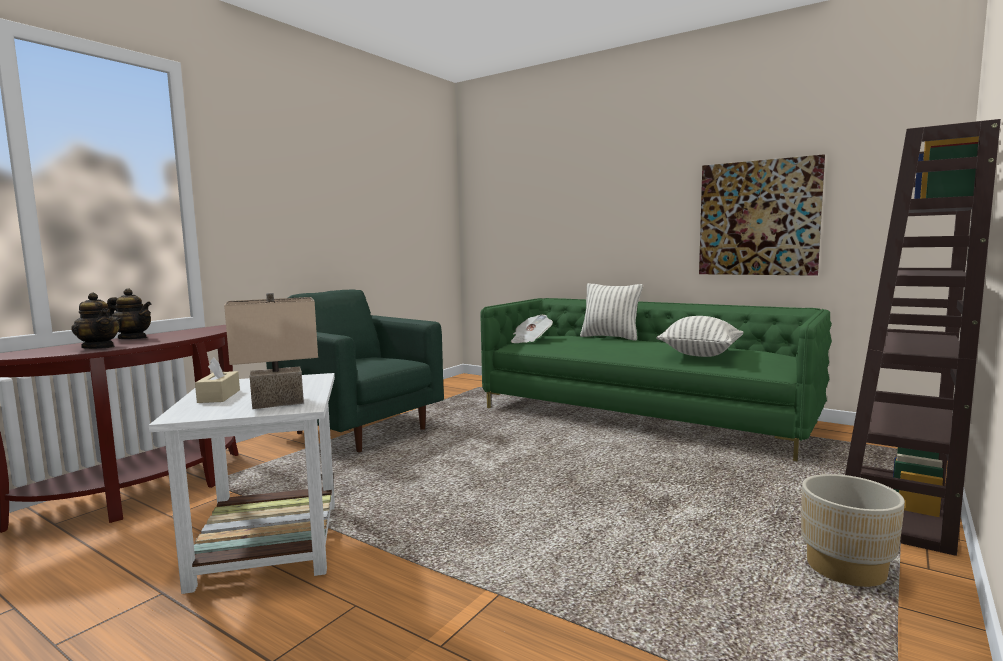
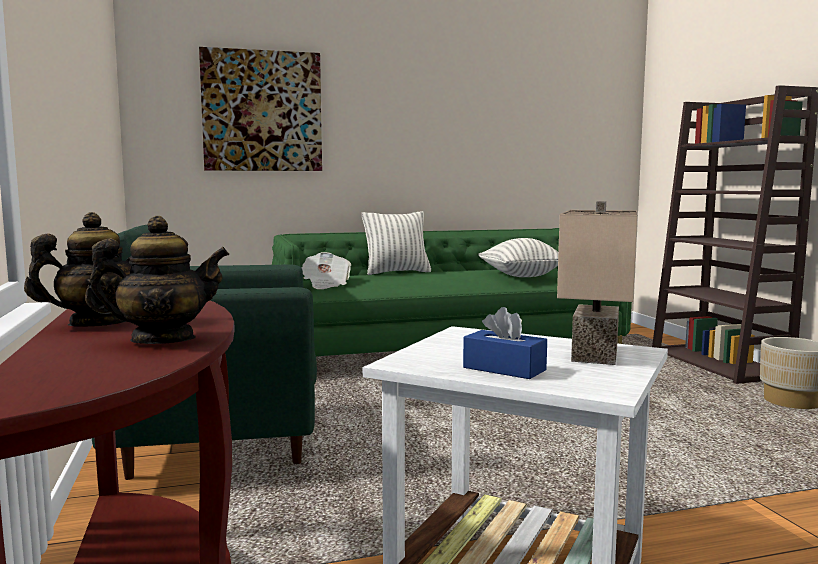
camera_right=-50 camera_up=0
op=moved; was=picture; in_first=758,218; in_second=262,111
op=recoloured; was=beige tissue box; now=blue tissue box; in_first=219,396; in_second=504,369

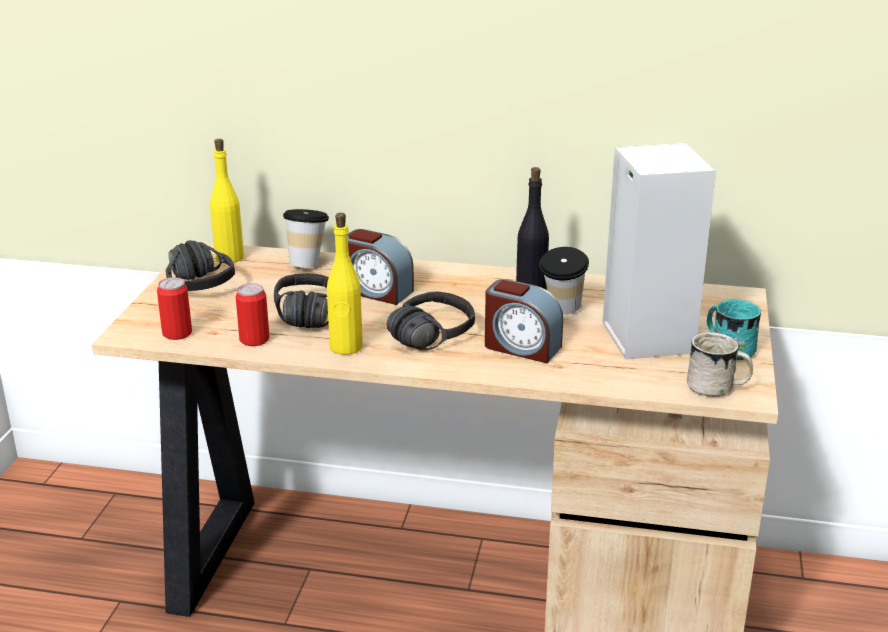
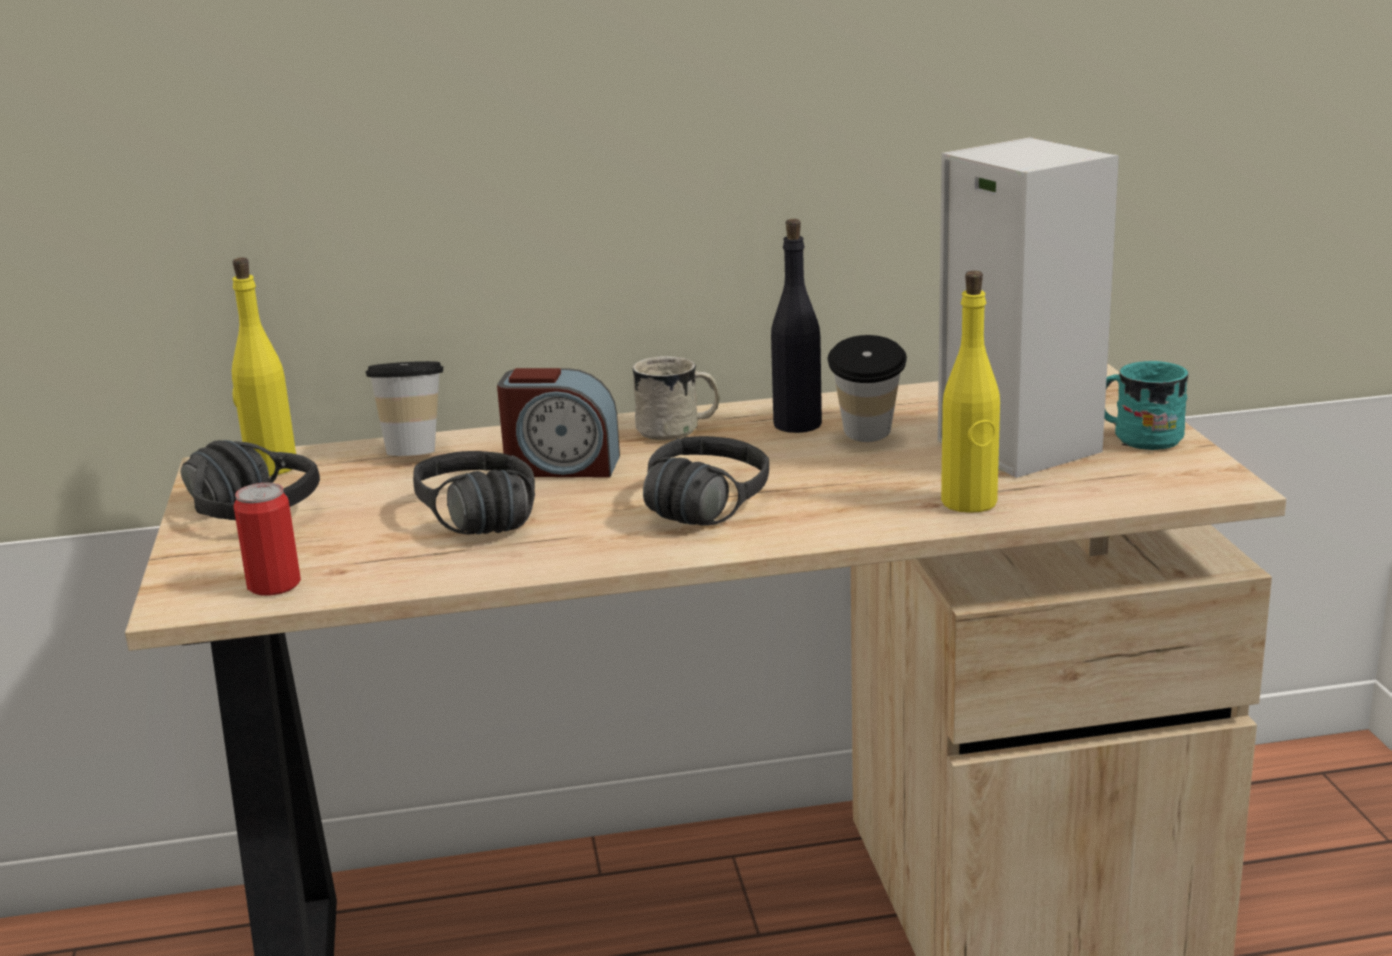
camera_right=-20 camera_up=-5
op=moved; was=white mug; in_first=717,389; in_second=678,431
op=moved; was=yellow bottle; in_first=346,347; in_second=969,503
op=removed; was=can; in_first=254,339
op=removed; was=alarm clock; in_first=521,347

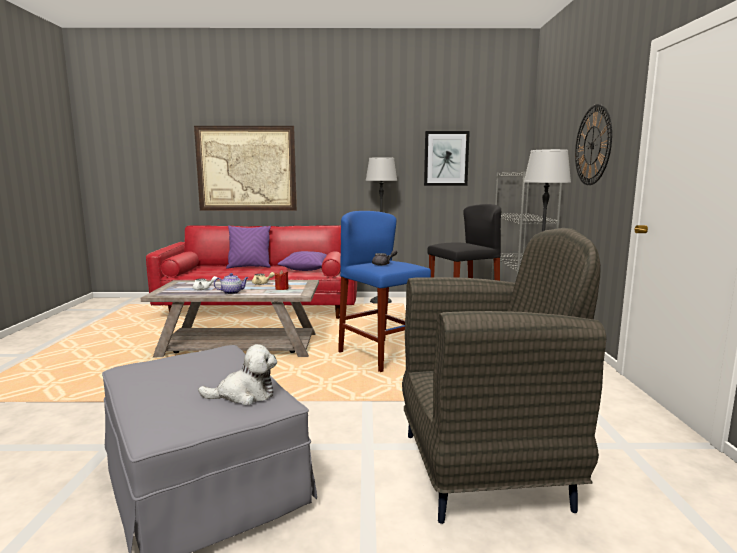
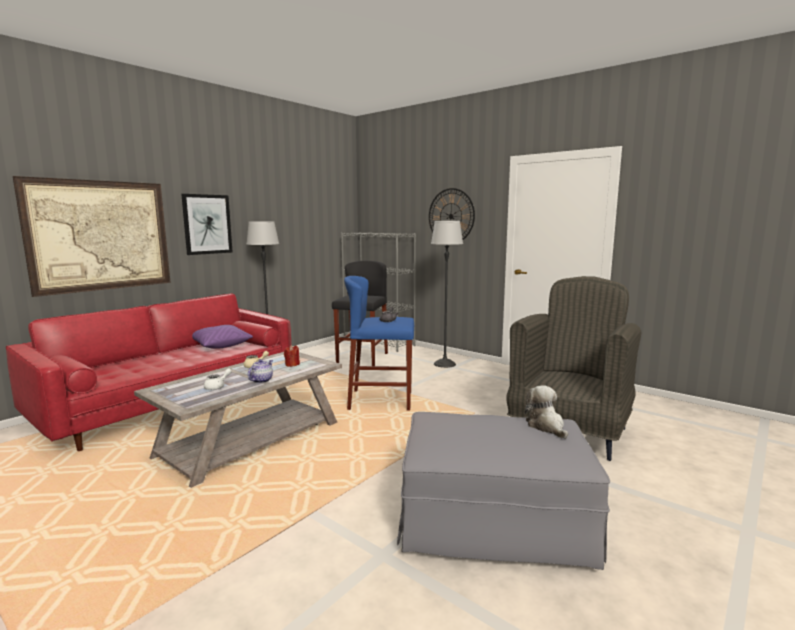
camera_right=-50 camera_up=0
op=moved; was=picture; in_first=446,158; in_second=207,224
op=turned; was=plush toy; in_first=244,395; in_second=546,426; clockwise=-45
op=removed; was=purple pillow; in_first=249,267

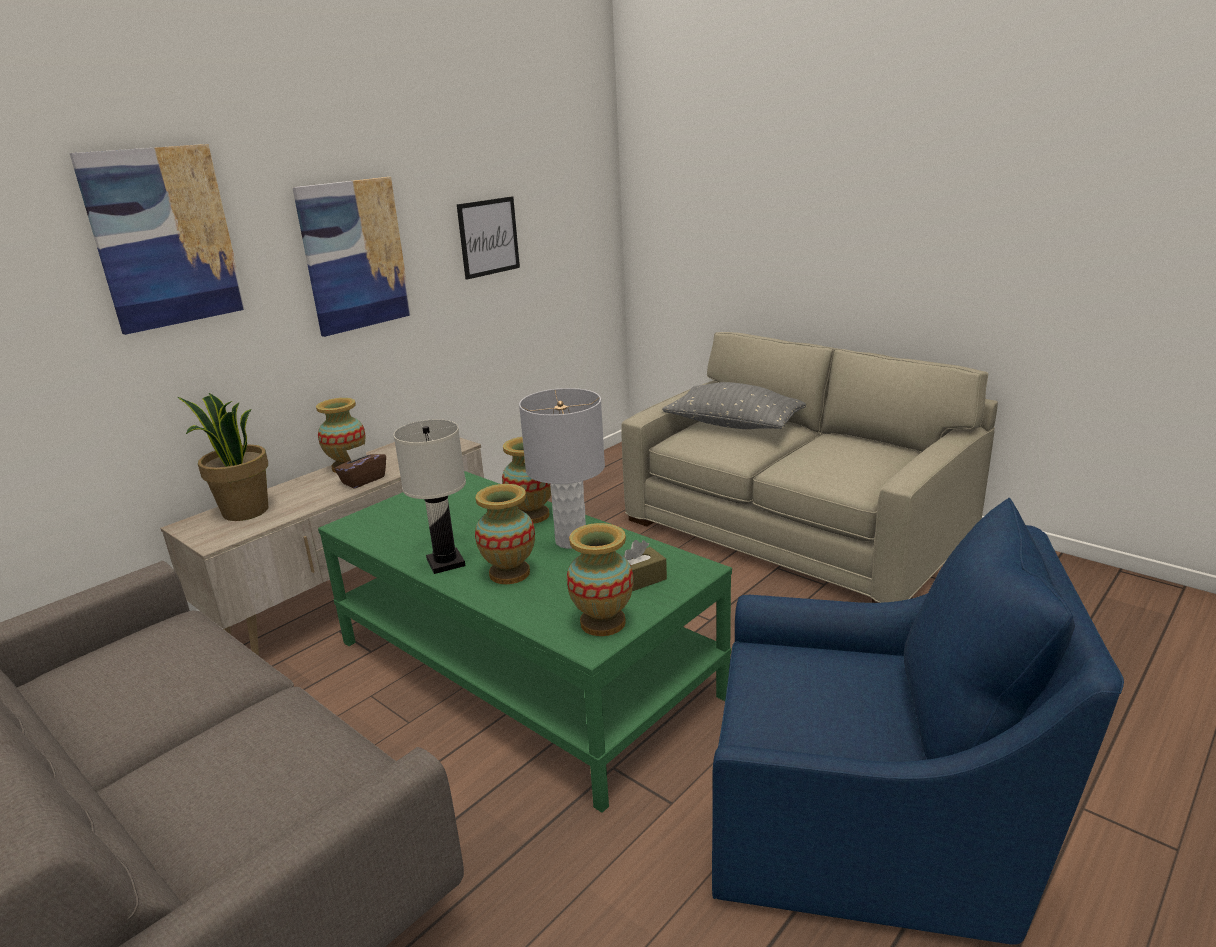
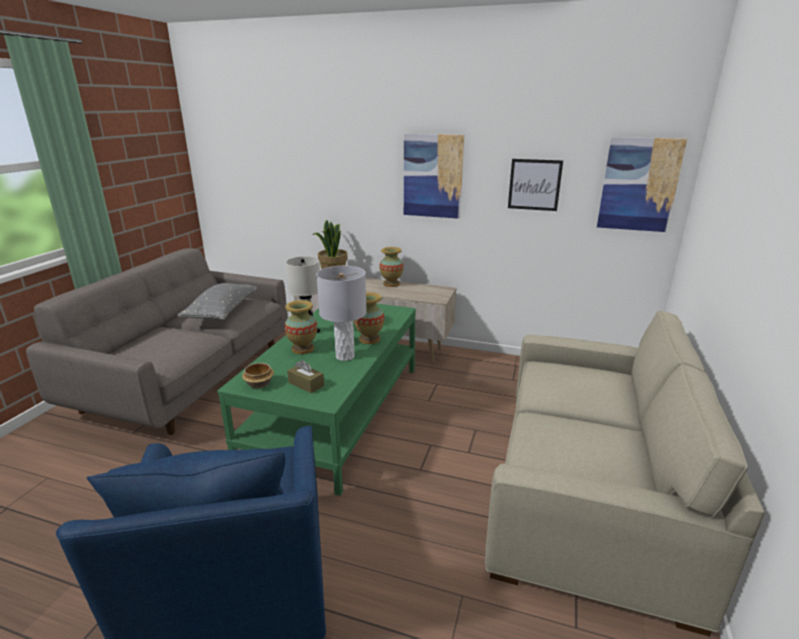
camera_right=65 camera_up=0
op=moved; was=grey pillow; in_first=733,425; in_second=222,312
op=replaced; was=vase; now=bowl; in_first=602,623; in_second=259,384
op=moved; was=picture; in_first=164,238; in_second=639,185
op=removed; was=brown tissue box; in_first=363,480

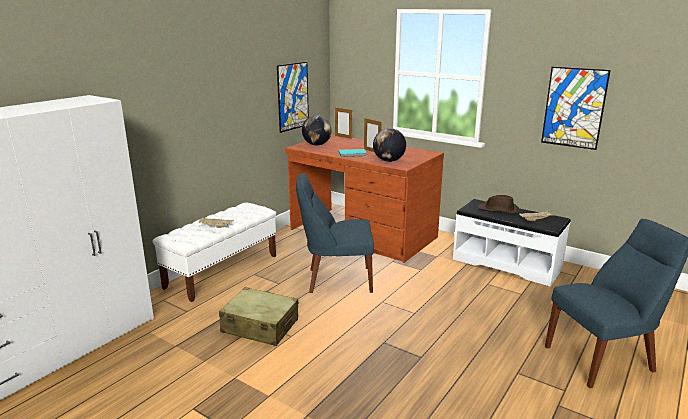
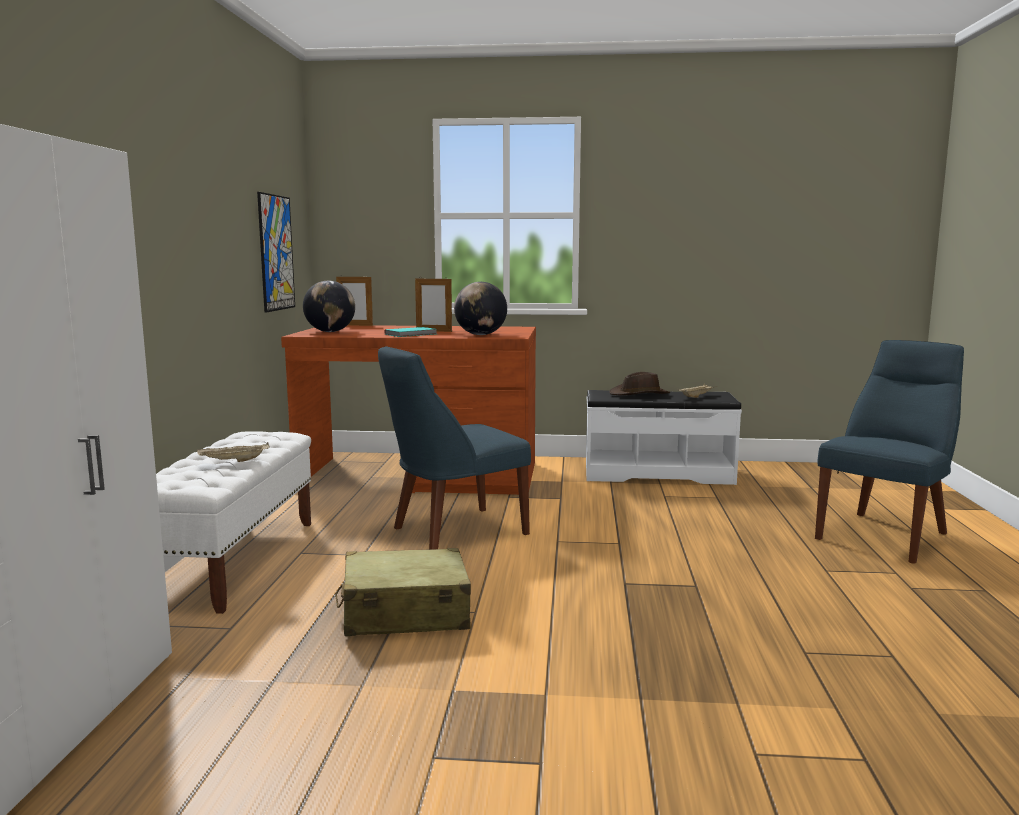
camera_right=-30 camera_up=-10
op=removed; was=picture; in_first=574,108

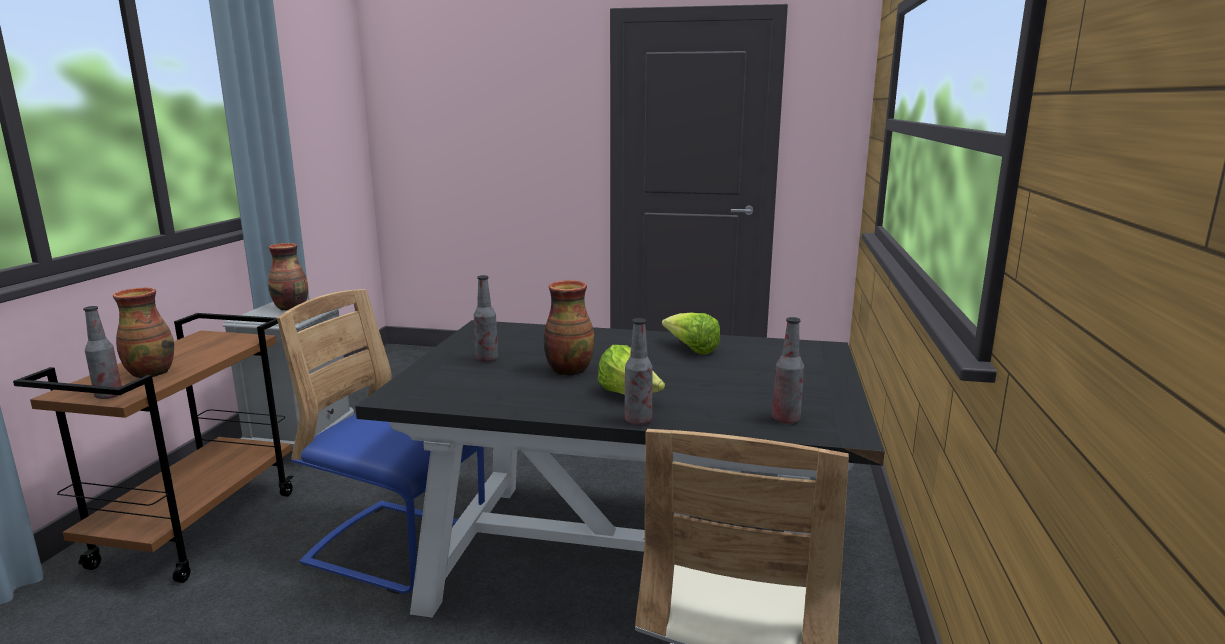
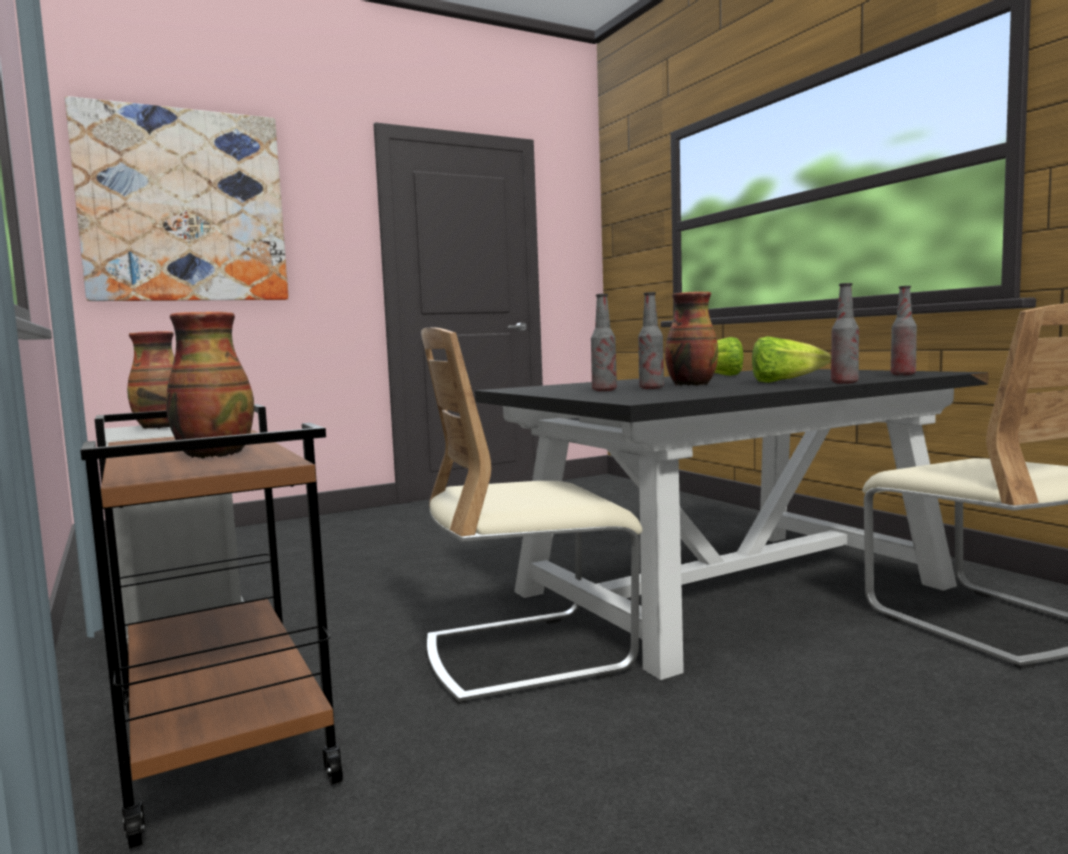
camera_right=-40 camera_up=-10
op=added; now=picture; in_second=184,206
op=recoloured; was=blue chair; now=beige chair; in_first=397,547; in_second=526,654
op=moved; was=bottle; in_first=109,395; in_second=651,388

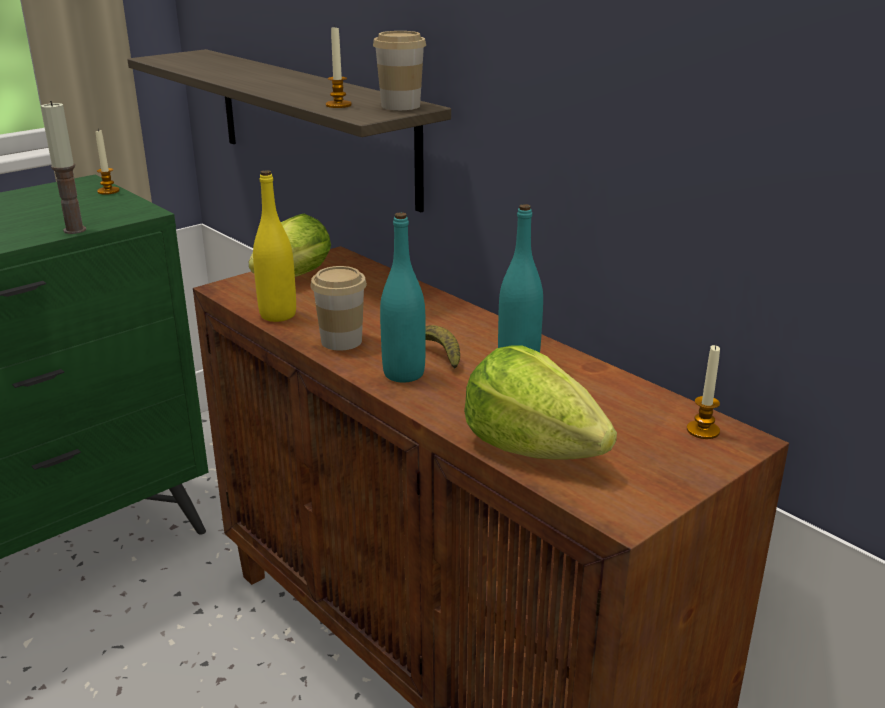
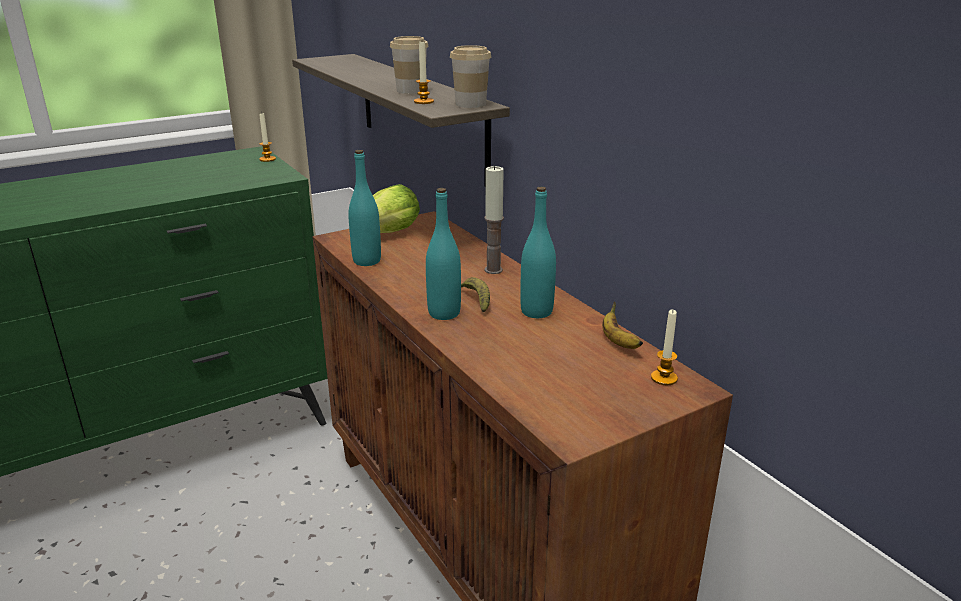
camera_right=10 camera_up=0
op=recoloured; was=yellow bottle; now=turquoise bottle; in_first=278,315; in_second=367,261
op=moved; was=cup; in_first=341,341; in_second=410,90
op=moved; was=candle; in_first=74,230; in_second=493,270
op=added; now=banana; in_second=618,341
op=removed; was=lettuce; in_first=532,447

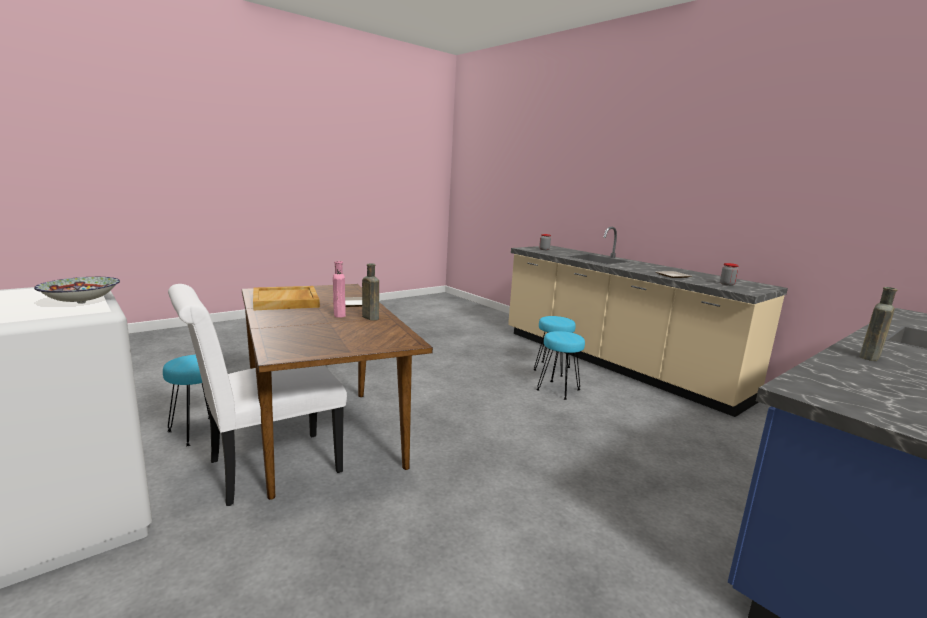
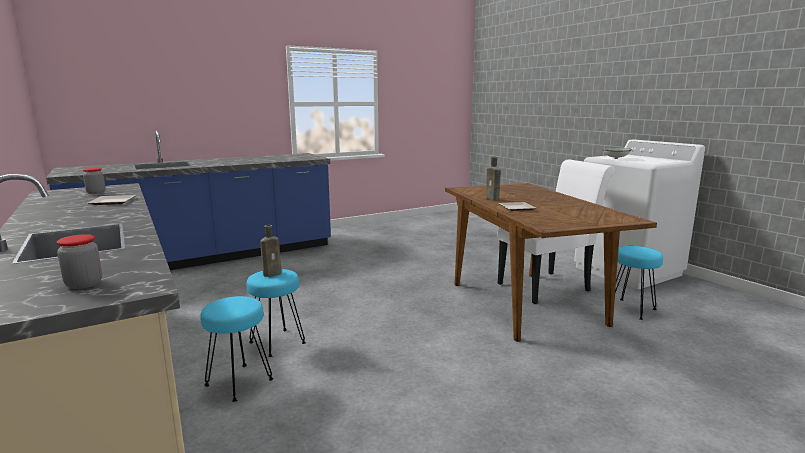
camera_right=-170 camera_up=0
op=moved; was=brown bottle; in_first=869,357; in_second=273,273
op=removed; was=beige tray; in_first=286,301
op=removed; was=pink bottle; in_first=339,314

